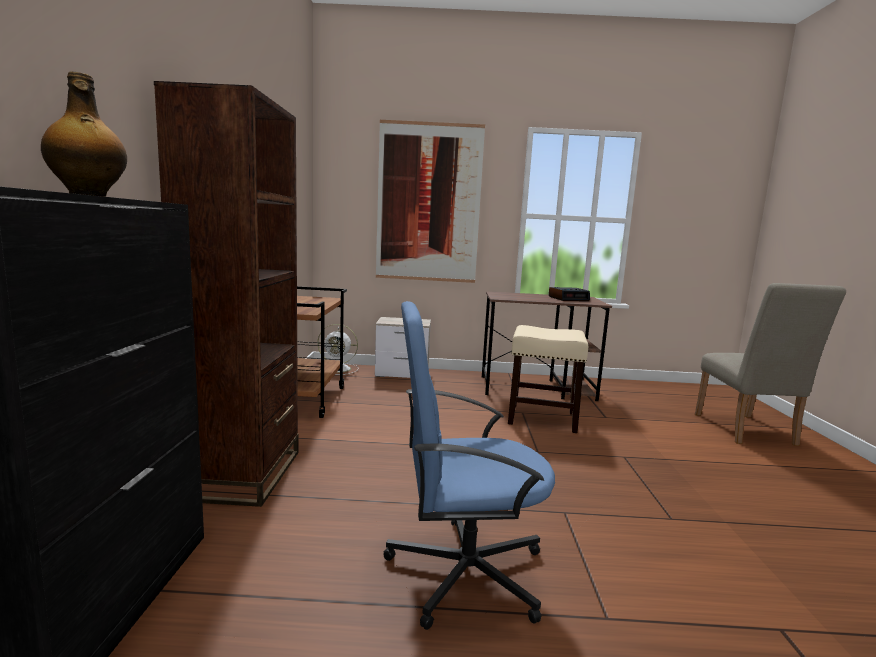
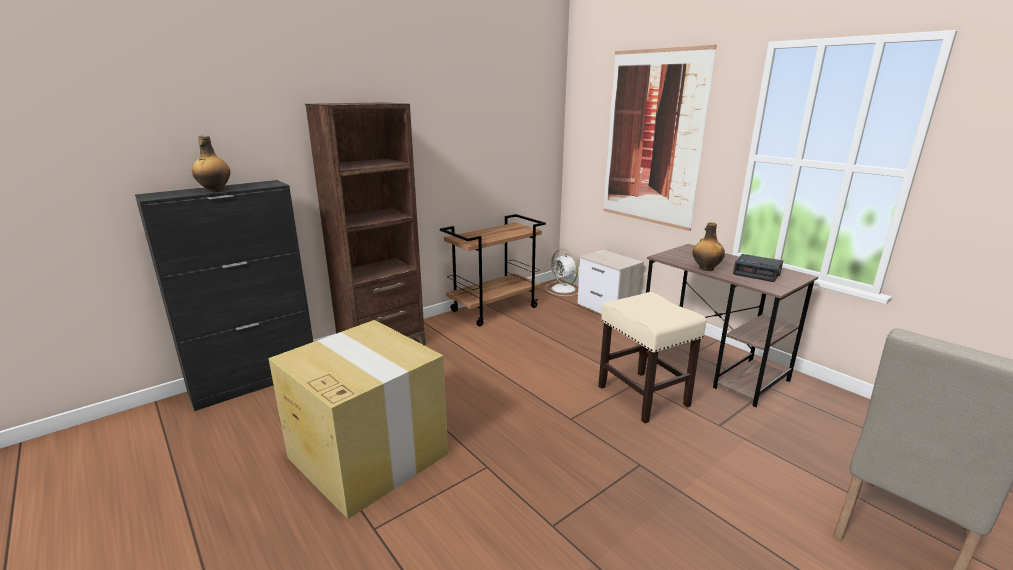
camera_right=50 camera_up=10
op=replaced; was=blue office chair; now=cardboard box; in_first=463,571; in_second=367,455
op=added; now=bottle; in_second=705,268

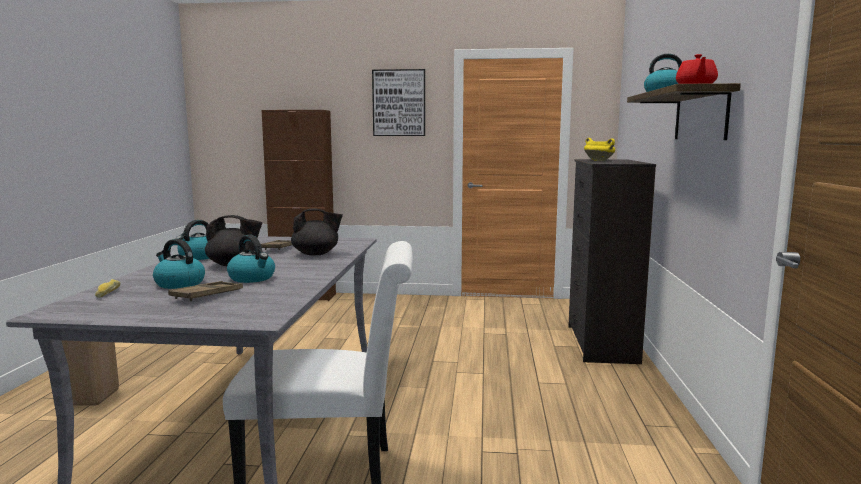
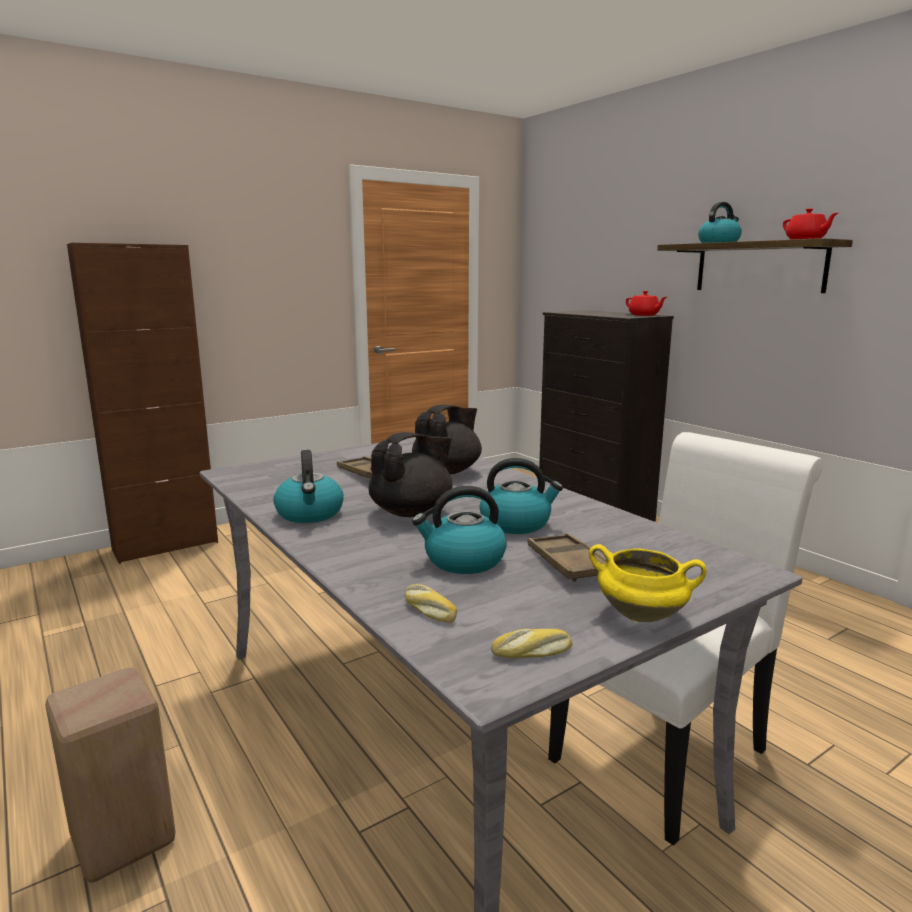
camera_right=-40 camera_up=5
op=added; now=bread; in_second=532,653
op=moved; was=yellow cooking pot; in_first=599,161; in_second=642,615
op=added; now=red teapot; in_second=644,315
op=removed; was=picture; in_first=399,103

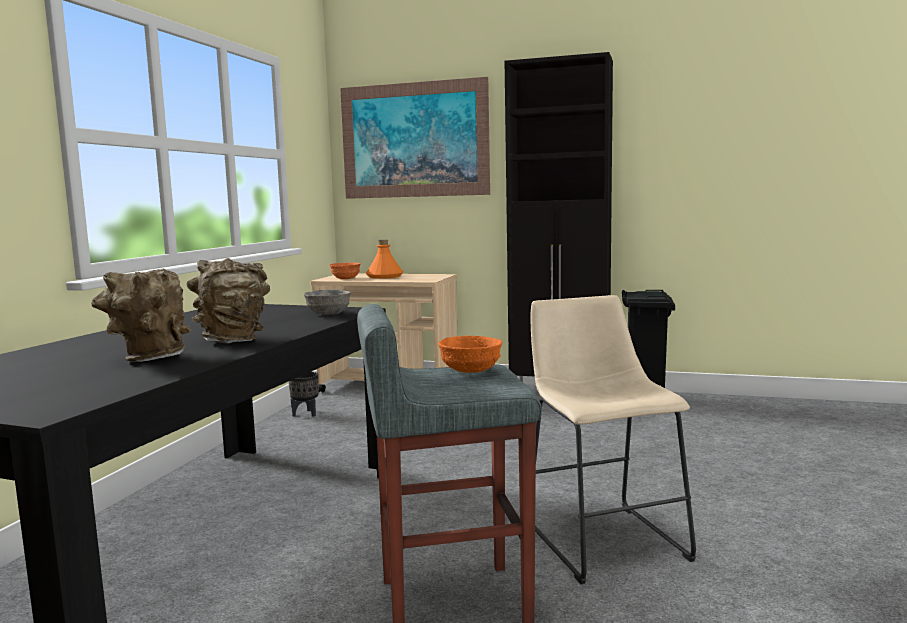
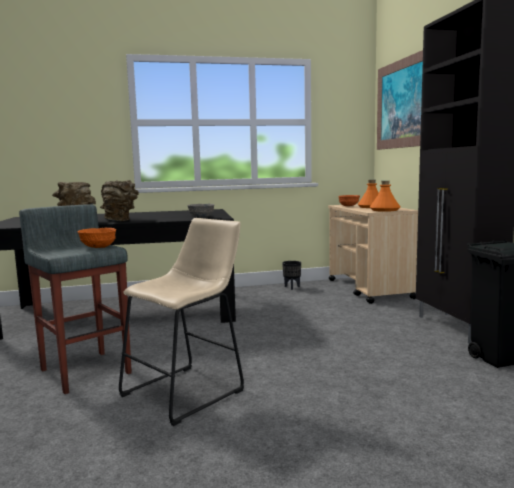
camera_right=60 camera_up=0
op=added; now=orange bottle; in_second=385,210

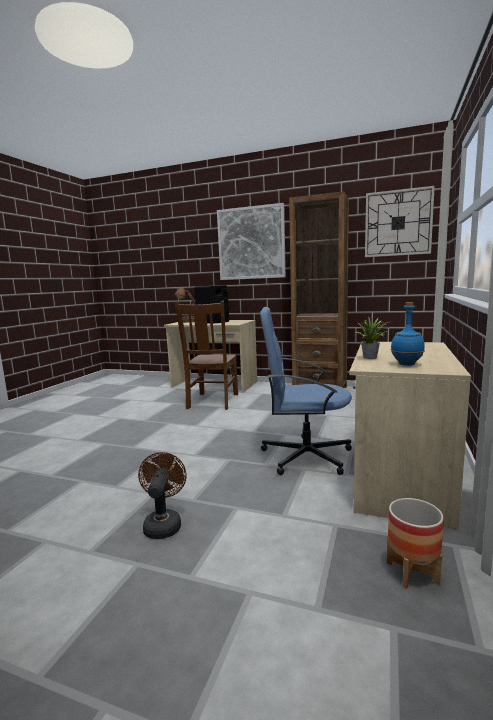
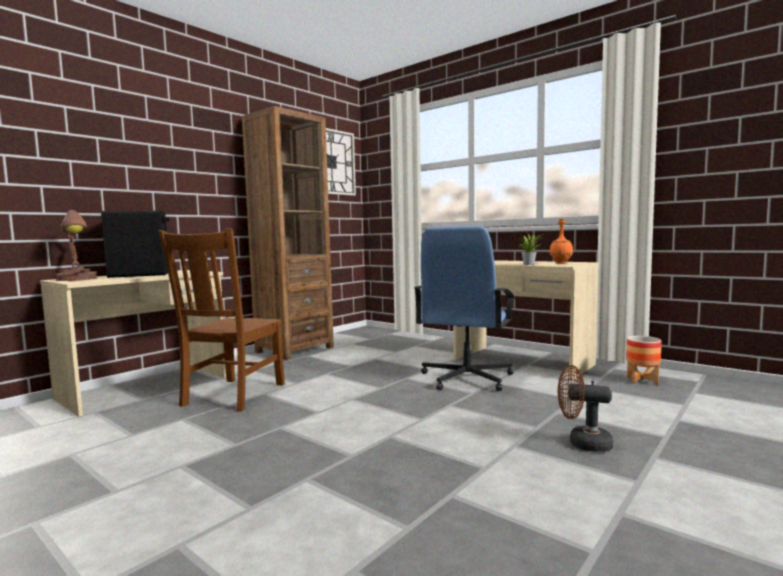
camera_right=-70 camera_up=-5
op=turned; was=brown chair; in_first=212,401; in_second=232,395; clockwise=75
op=recoloured; was=blue bottle; now=orange bottle; in_first=406,364; in_second=560,263
op=removed; was=picture; in_first=251,243

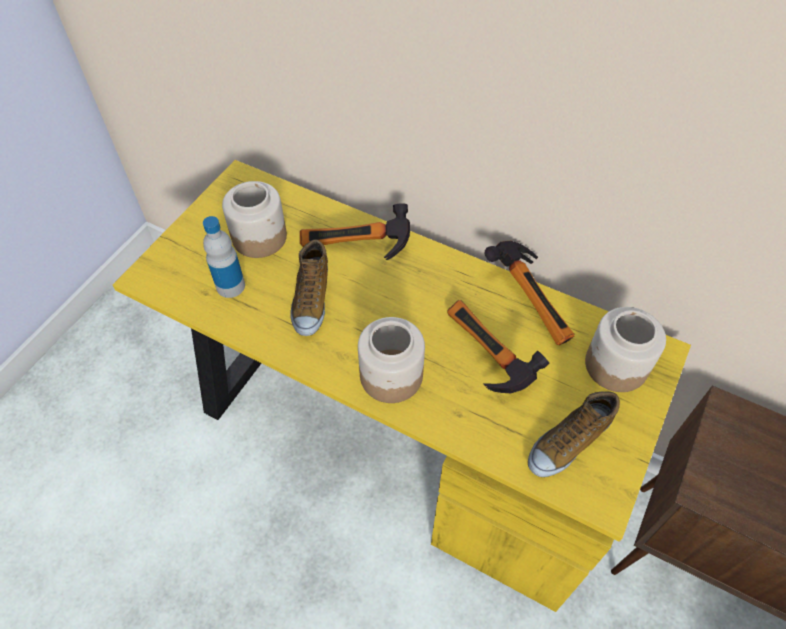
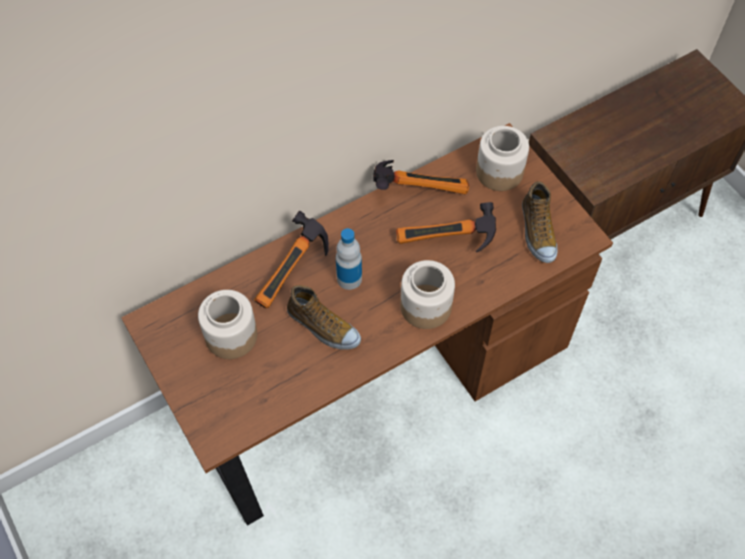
camera_right=-60 camera_up=5
op=recoloured; was=yellow desk; now=brown desk; in_first=393,438; in_second=371,381
op=moved; was=bottle; in_first=230,286; in_second=349,278

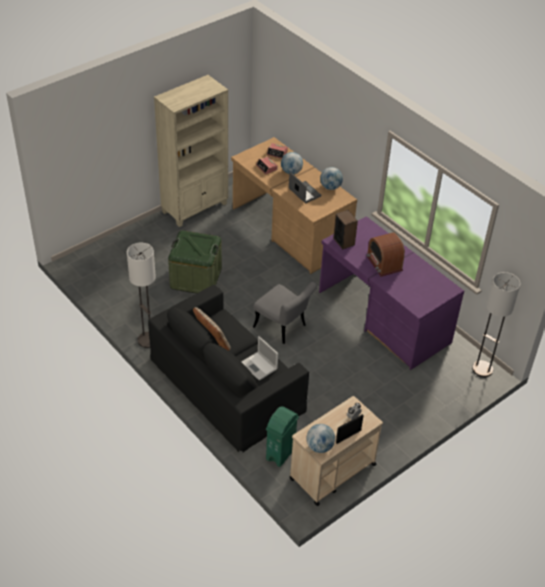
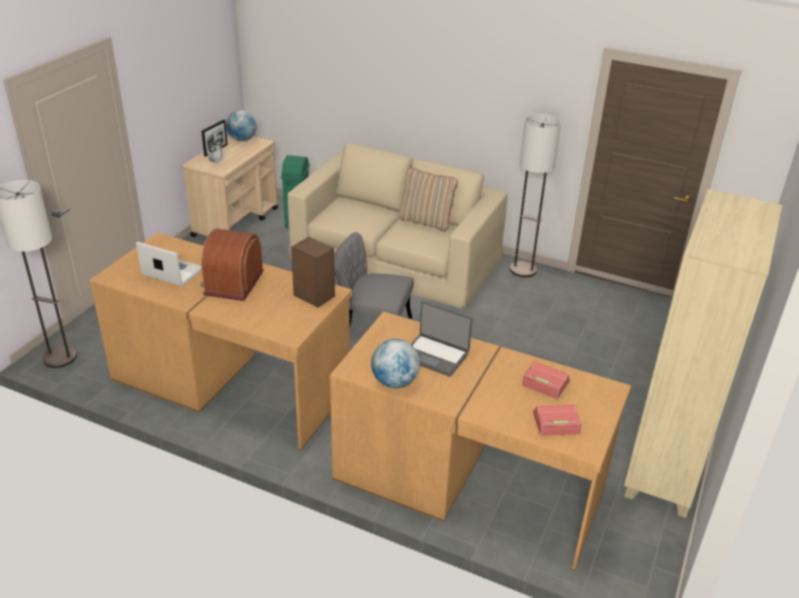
camera_right=155 camera_up=-10
op=recoloured; was=purple desk; now=brown desk; in_first=383,317; in_second=231,383
op=moved; was=laptop; in_first=259,366; in_second=171,272
op=turned; was=radio; in_first=384,263; in_second=233,282; clockwise=-120
op=recoloured; was=black sofa; now=beige sofa; in_first=226,383; in_second=397,257
op=removed; was=green storage box; in_first=196,278
op=removed; was=globe; in_first=291,172

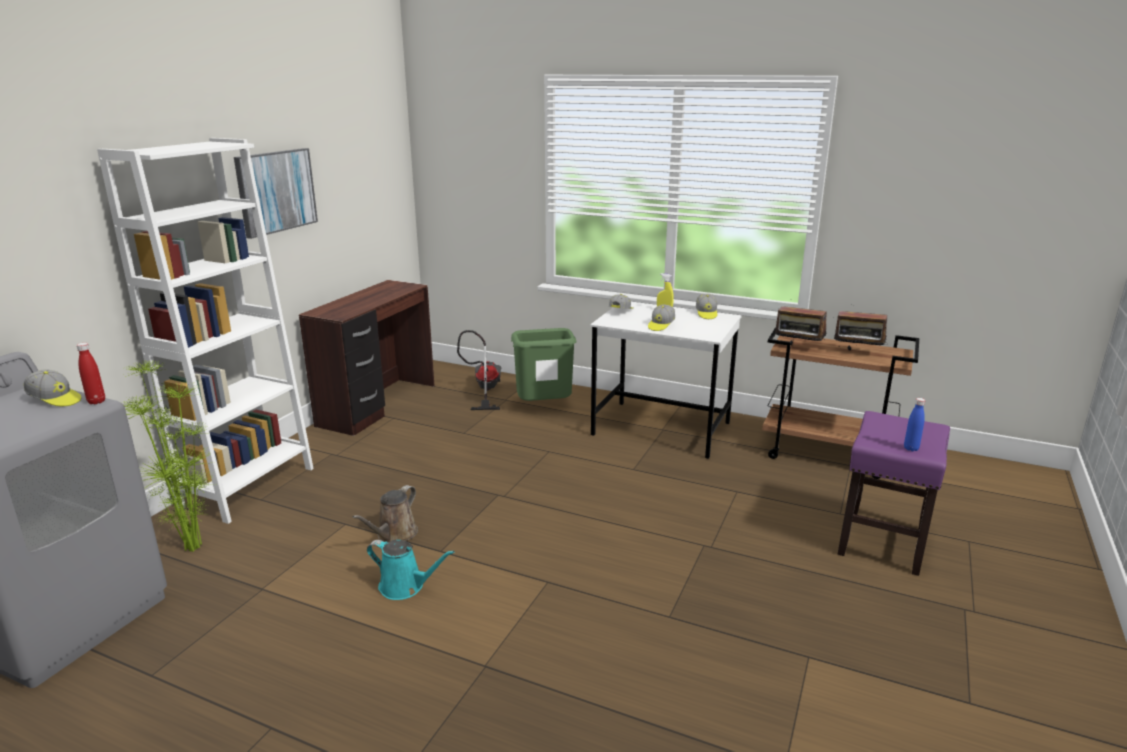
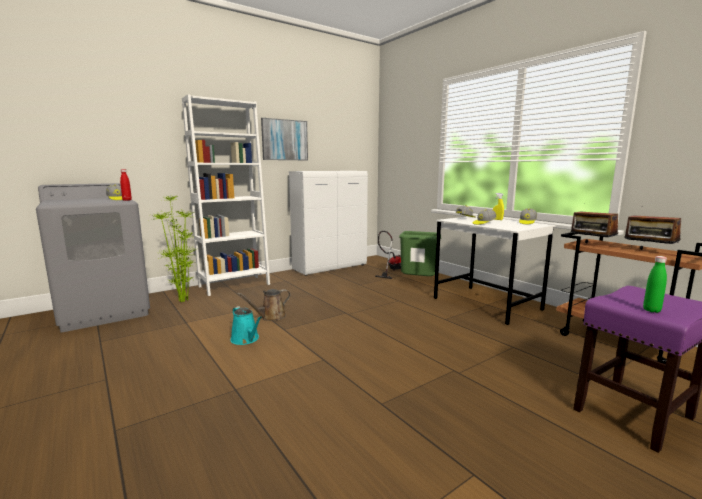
camera_right=30 camera_up=-10
op=replaced; was=brown desk; now=white cabinet; in_first=379,405; in_second=330,267
op=recoloured; was=blue bottle; now=green bottle; in_first=911,448; in_second=651,310

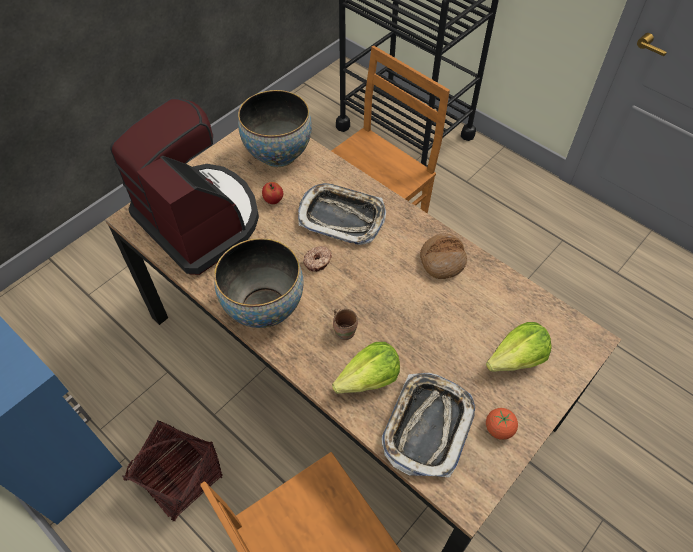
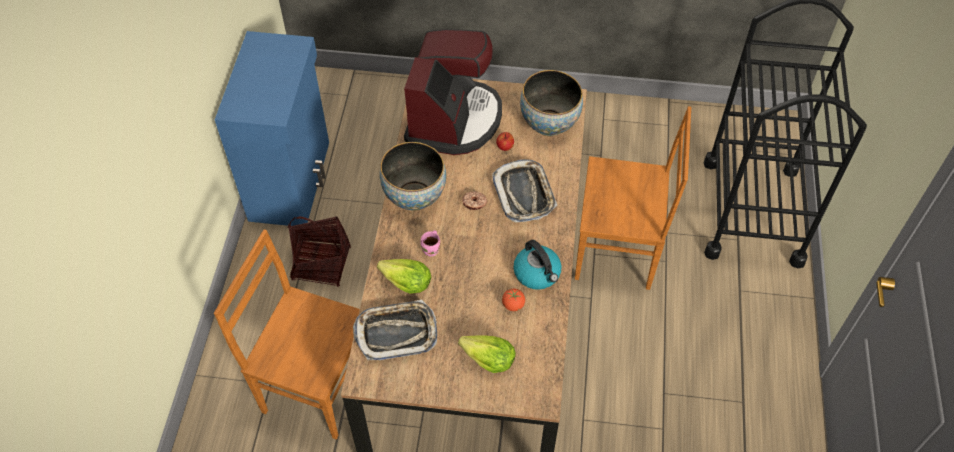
camera_right=55 camera_up=0
op=recoloured; was=brown mug; now=pink mug; in_first=345,331; in_second=432,250
op=moved; was=tomato; in_first=499,429; in_second=513,305
op=replaced; was=bread; now=kettle; in_first=442,260; in_second=537,273

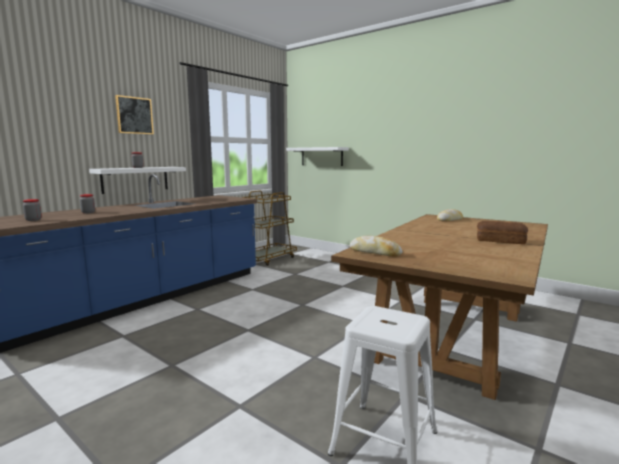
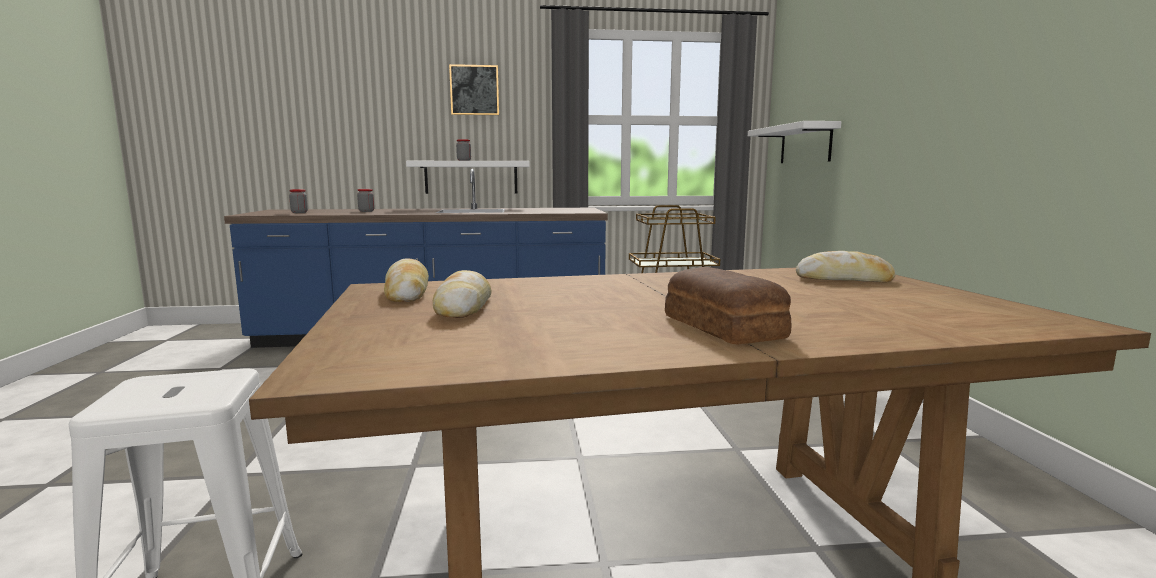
camera_right=45 camera_up=0
op=added; now=bread; in_second=464,307

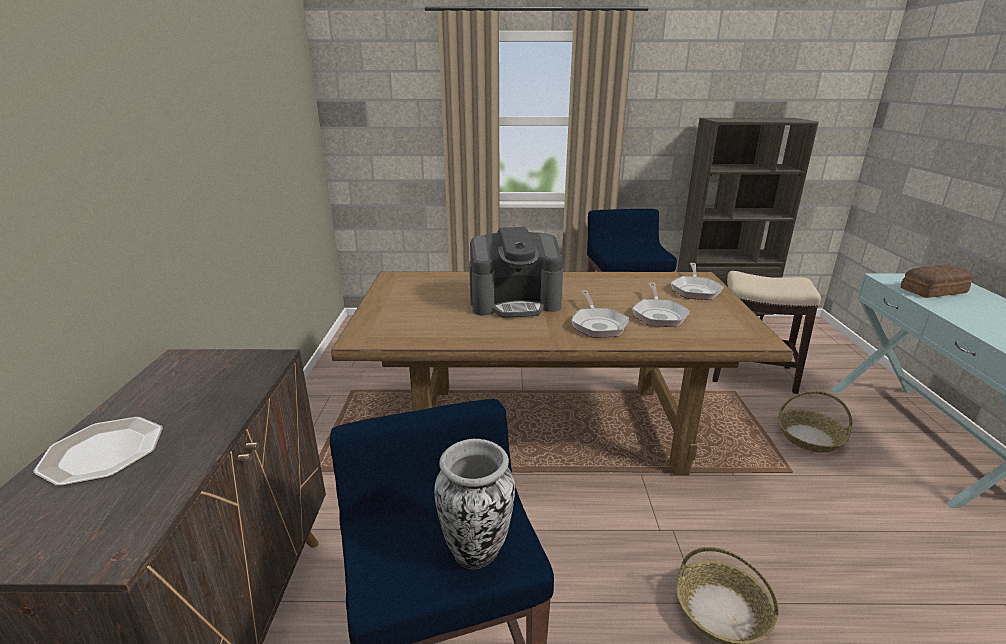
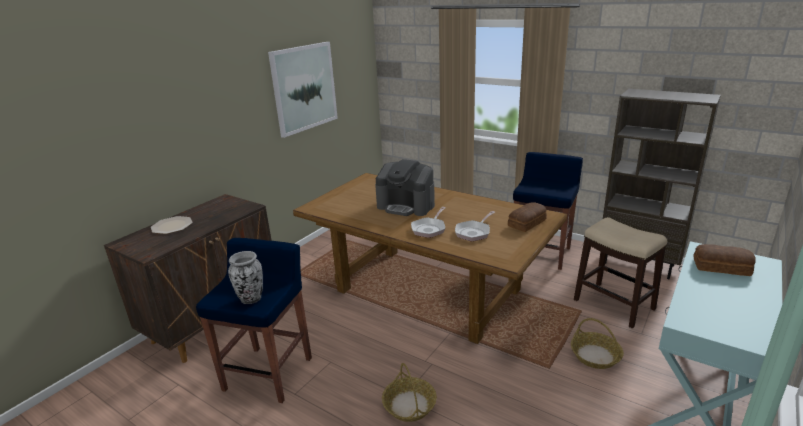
camera_right=35 camera_up=0
op=added; now=picture; in_second=304,88
op=replaced; was=frying pan; now=bread; in_first=695,290; in_second=528,223

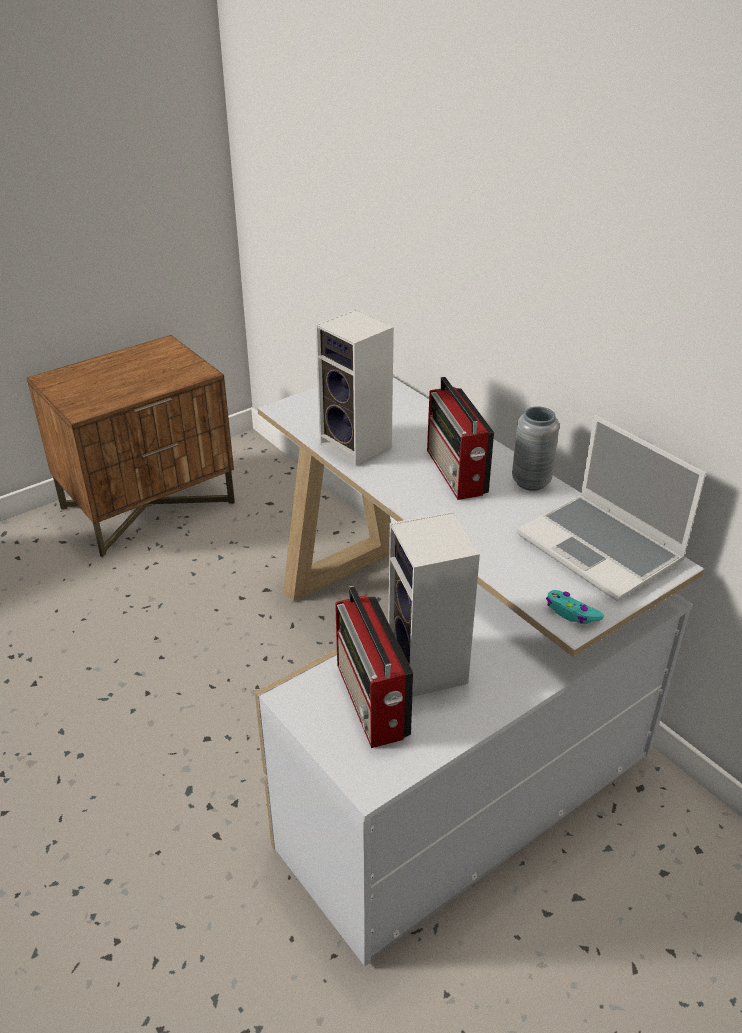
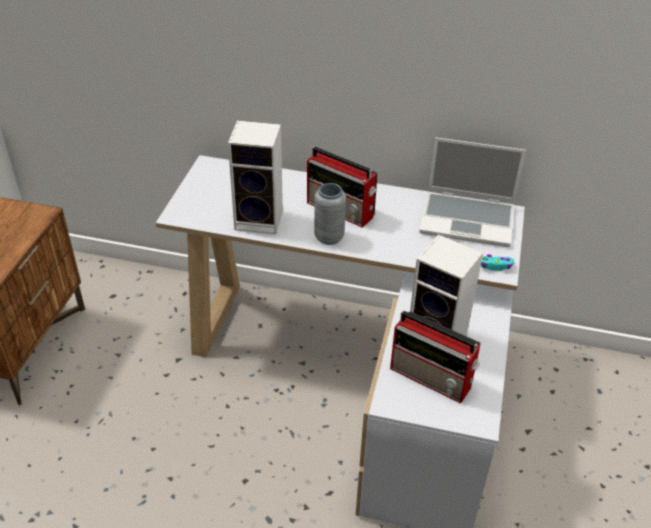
camera_right=-40 camera_up=5
op=moved; was=grey vase; in_first=531,482; in_second=329,237

